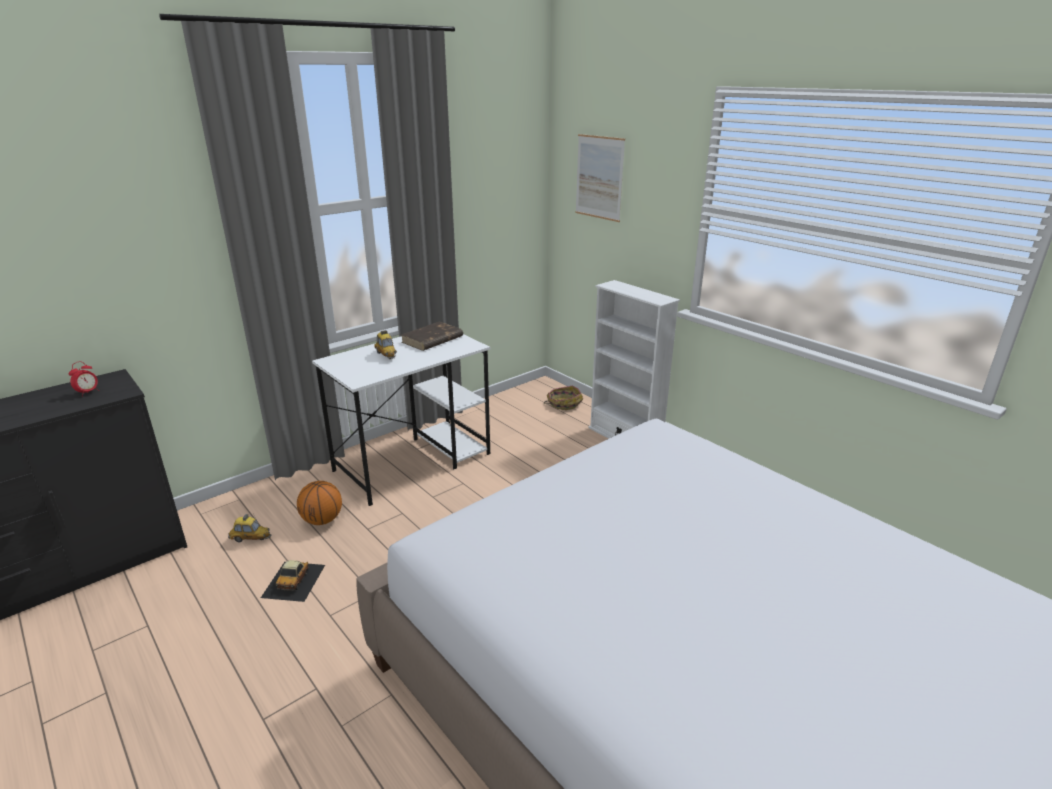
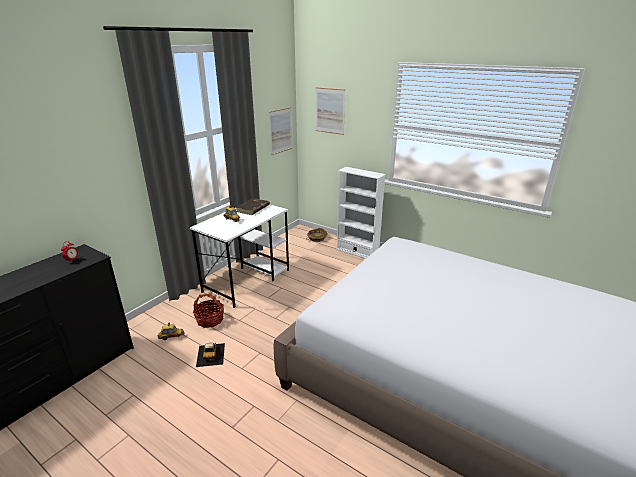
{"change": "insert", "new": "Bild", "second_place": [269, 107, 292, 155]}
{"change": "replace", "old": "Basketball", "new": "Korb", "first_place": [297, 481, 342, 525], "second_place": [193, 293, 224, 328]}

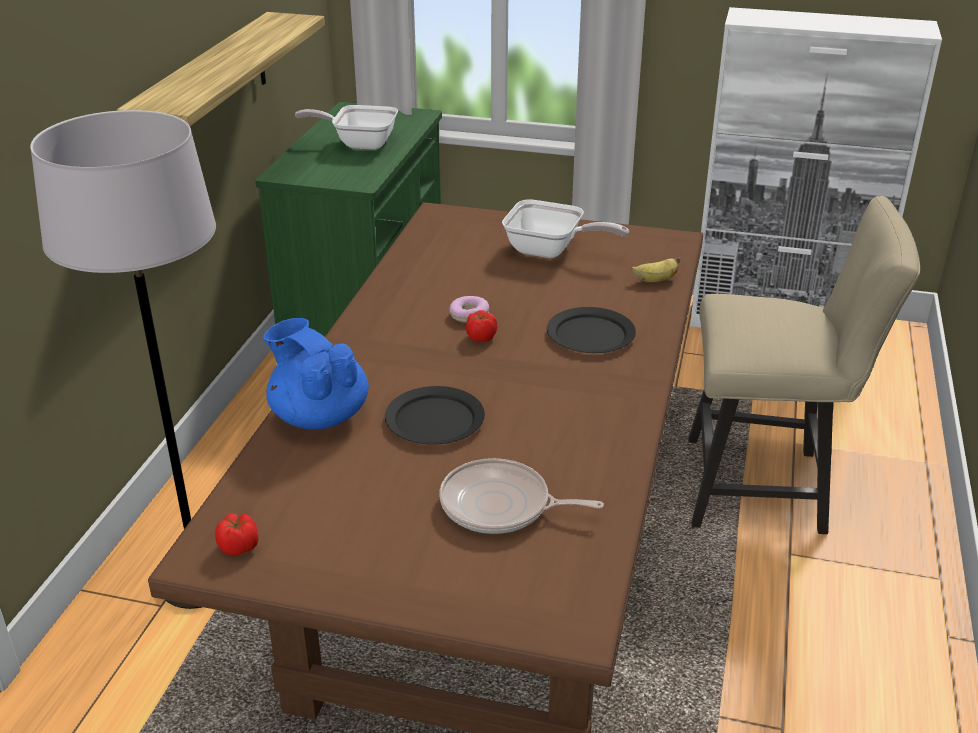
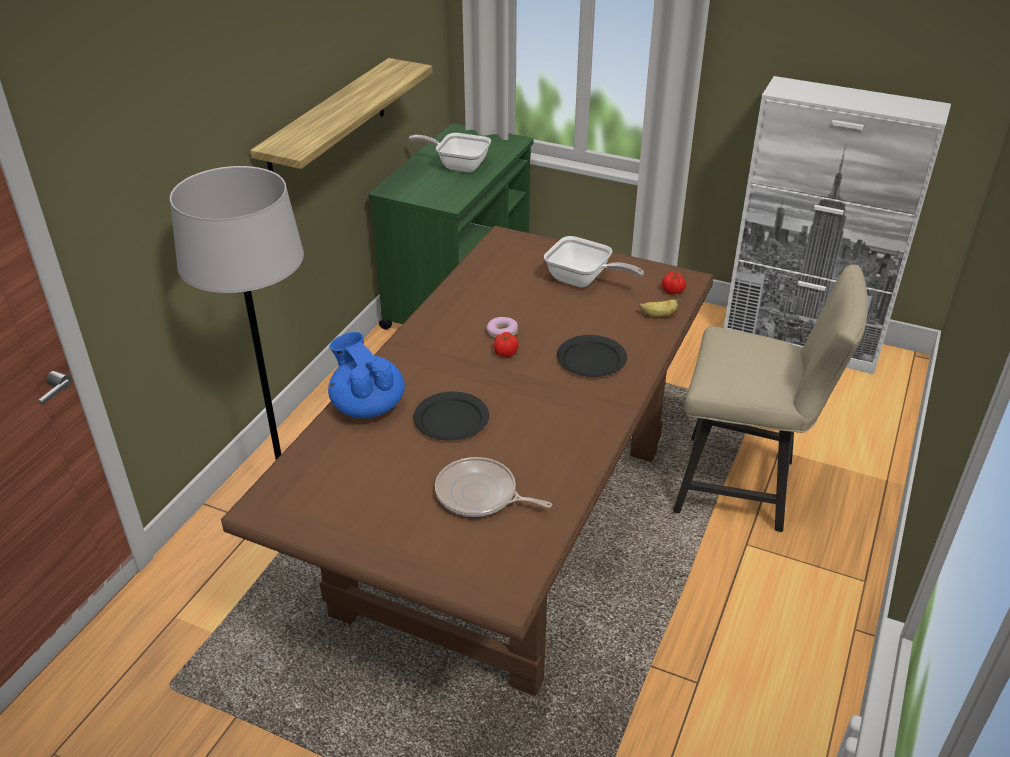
{"change": "move", "old": "Tomate", "first_place": [215, 513, 259, 556], "second_place": [662, 272, 686, 294]}

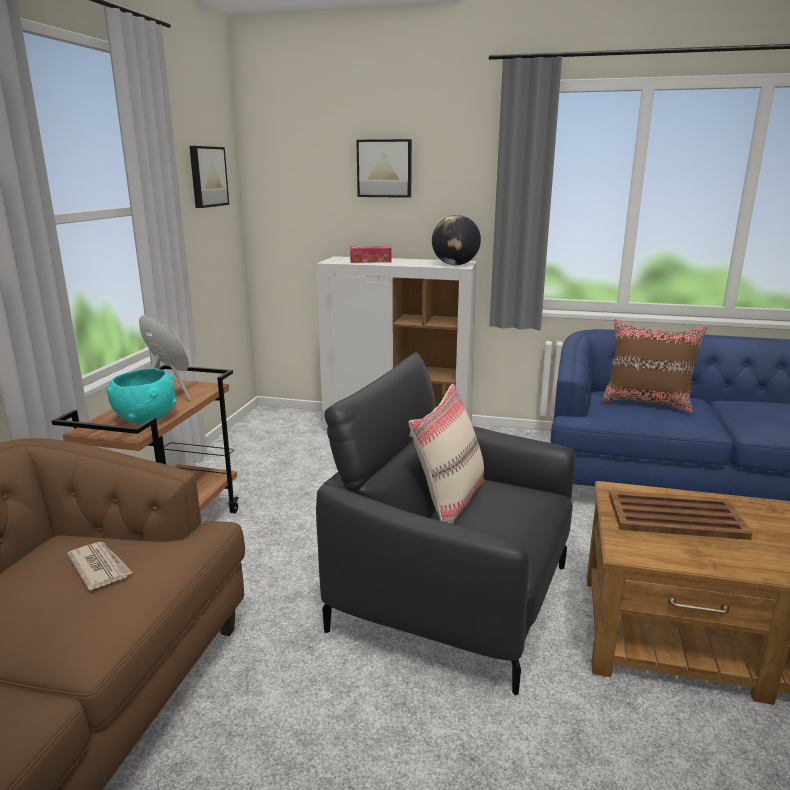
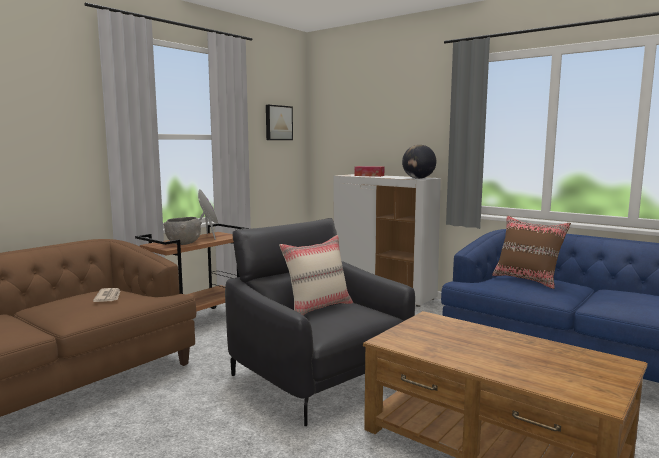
{"change": "delete", "old": "Bild", "first_place": [356, 139, 412, 198]}
{"change": "delete", "old": "Tablett [braun]", "first_place": [609, 491, 752, 540]}
{"change": "recolor", "old": "Schüssel [türkis]", "new": "Schüssel [grau]", "first_place": [106, 368, 176, 424], "second_place": [163, 217, 202, 245]}

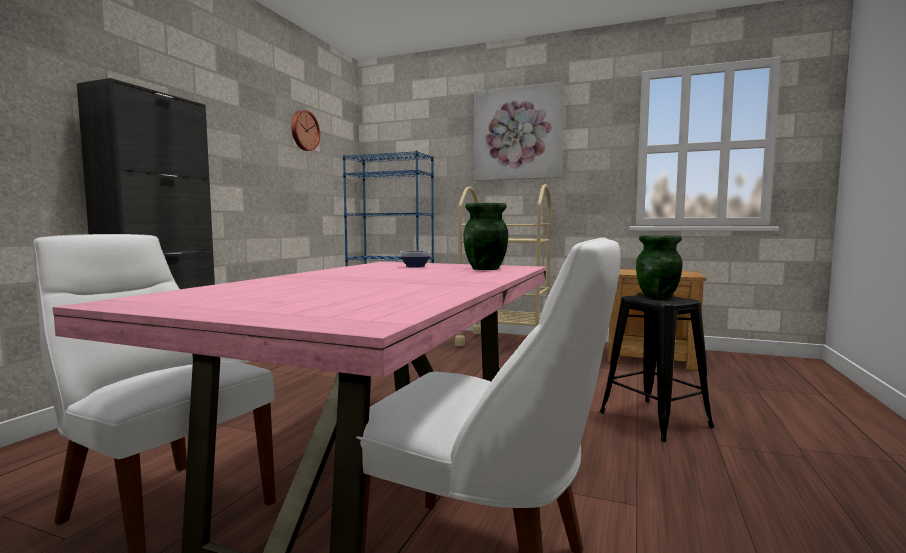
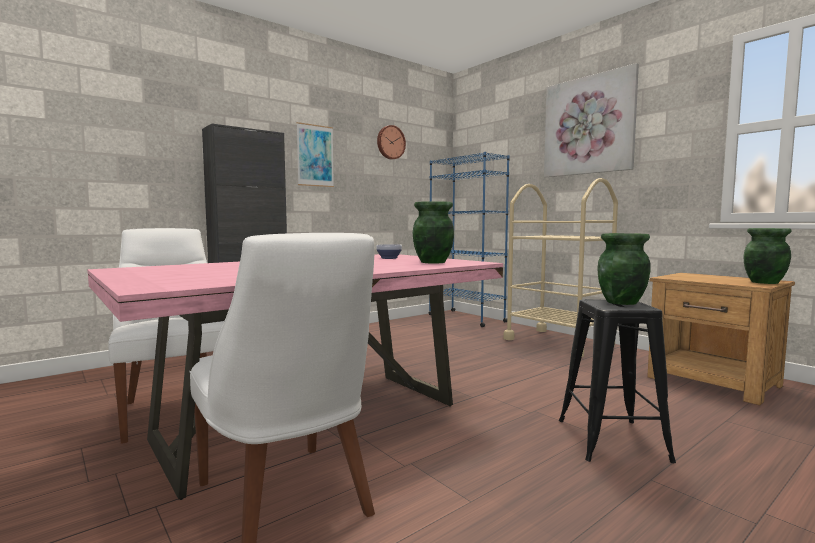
{"change": "insert", "new": "Bild", "second_place": [296, 122, 334, 187]}
{"change": "insert", "new": "Vase [grün]", "second_place": [743, 228, 792, 284]}

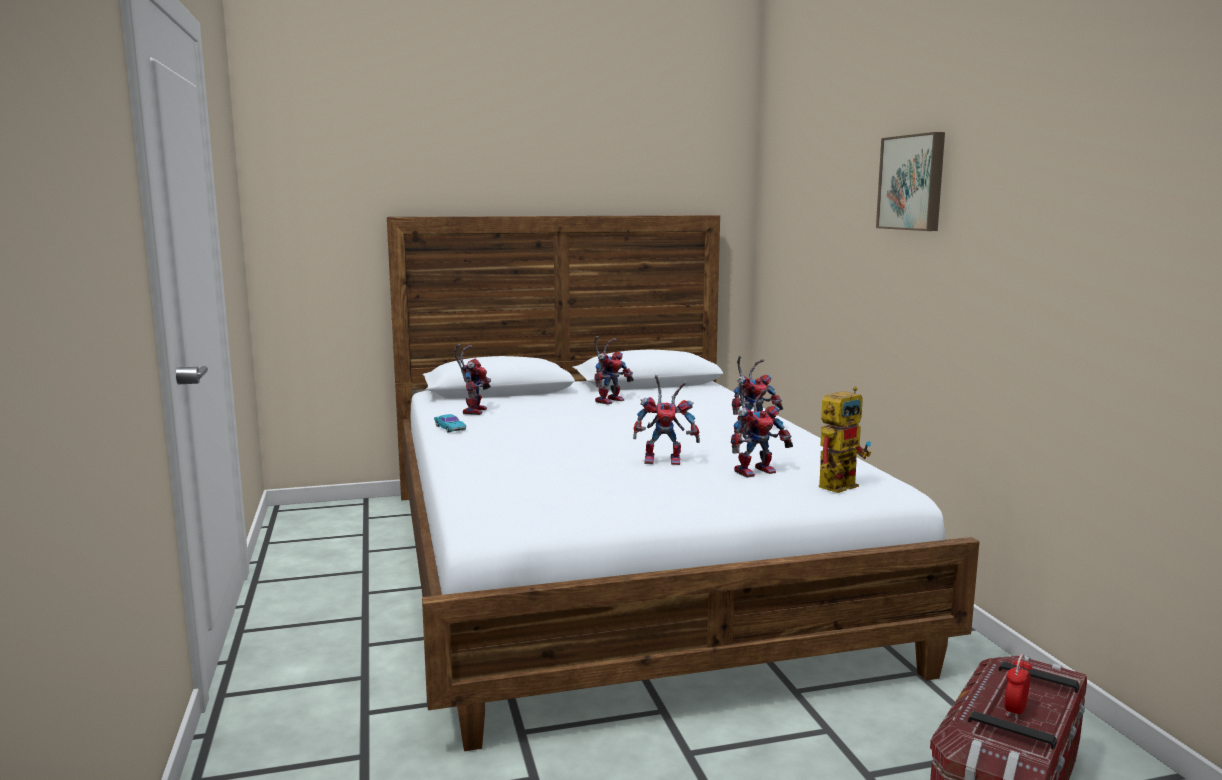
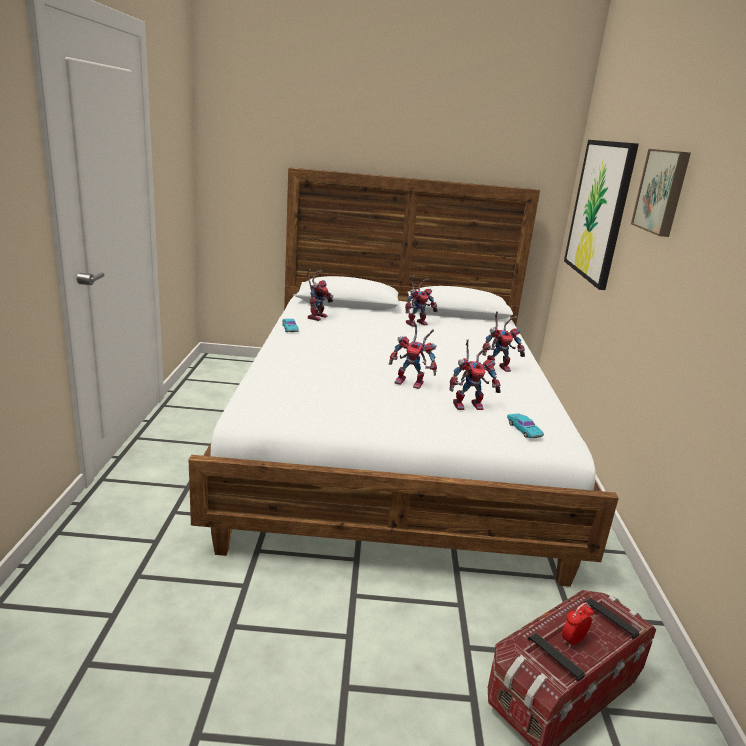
{"change": "insert", "new": "Bild", "second_place": [564, 140, 639, 290]}
{"change": "replace", "old": "Spielzeugroboter", "new": "Spielzeugauto [türkis]", "first_place": [819, 387, 871, 493], "second_place": [507, 413, 544, 438]}

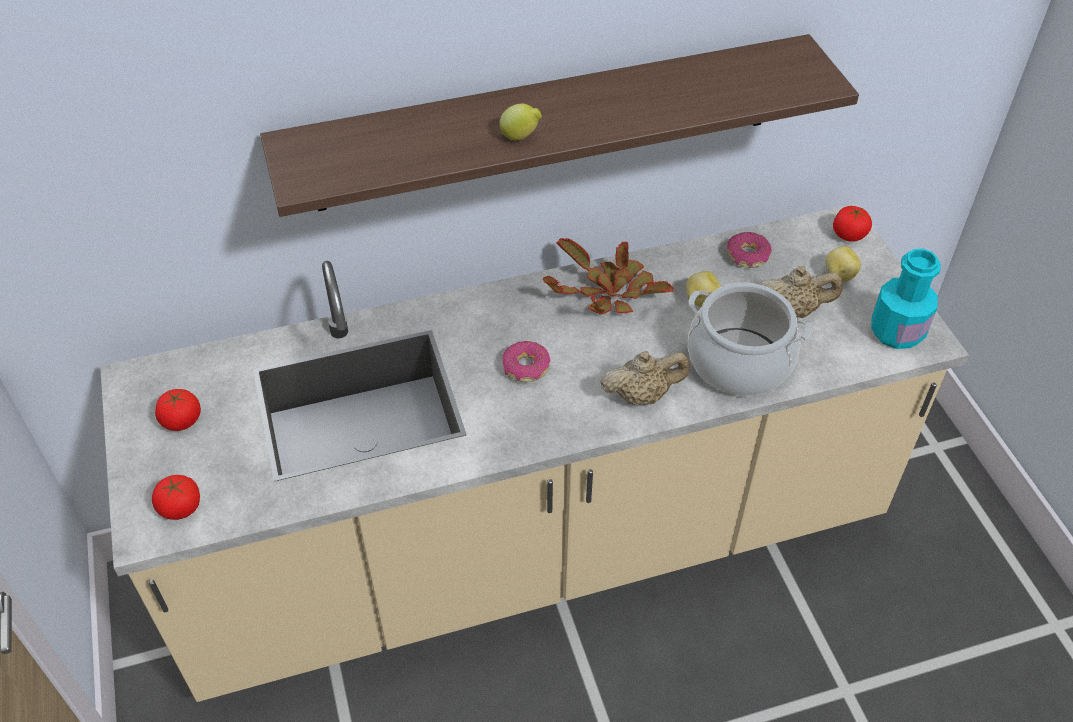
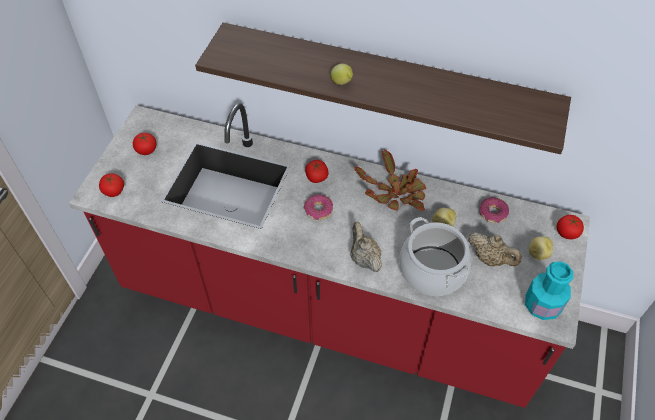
{"change": "insert", "new": "Tomate", "second_place": [305, 160, 328, 183]}
{"change": "recolor", "old": "Küchenzeile [beige]", "new": "Küchenzeile [rot]", "first_place": [100, 204, 969, 702], "second_place": [69, 103, 590, 408]}
{"change": "rotate", "old": "Teekanne [beige]", "first_place": [601, 351, 690, 405], "second_place": [351, 222, 382, 272], "degrees": -135}

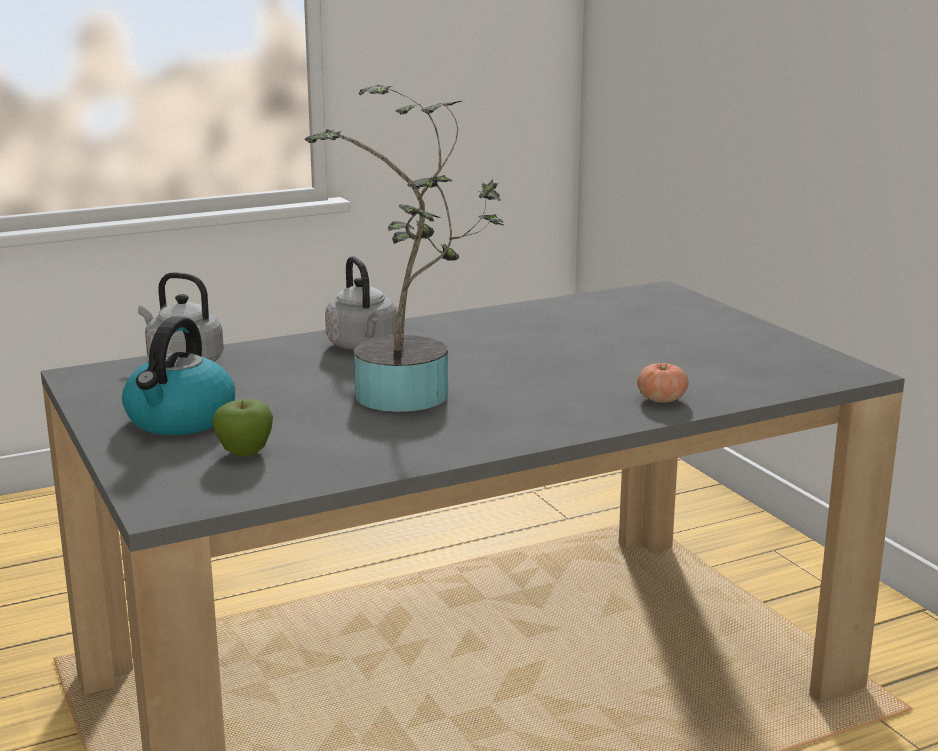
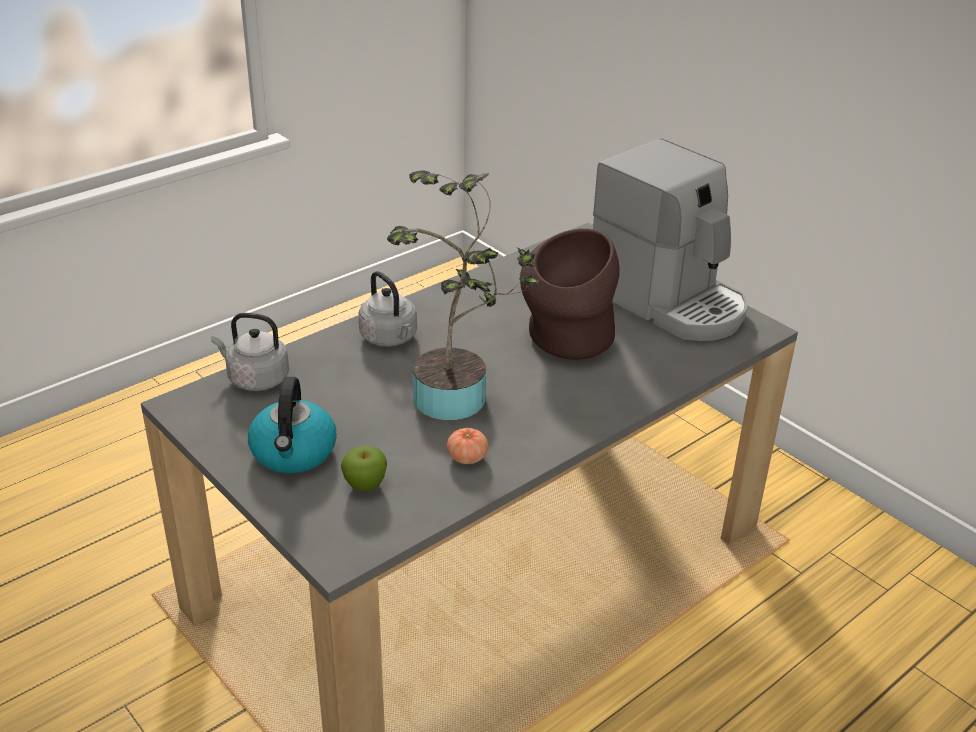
{"change": "insert", "new": "Vase [braun]", "second_place": [520, 228, 620, 360]}
{"change": "insert", "new": "Kaffeemaschine", "second_place": [593, 138, 747, 341]}
{"change": "move", "old": "Tomate", "first_place": [637, 363, 688, 403], "second_place": [447, 428, 488, 464]}

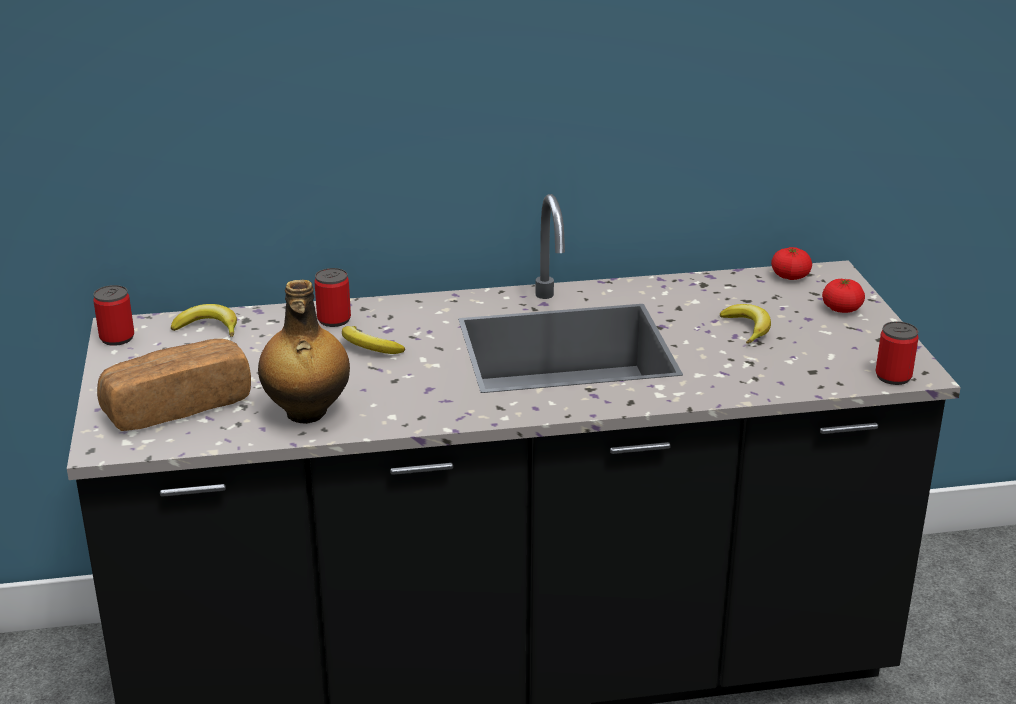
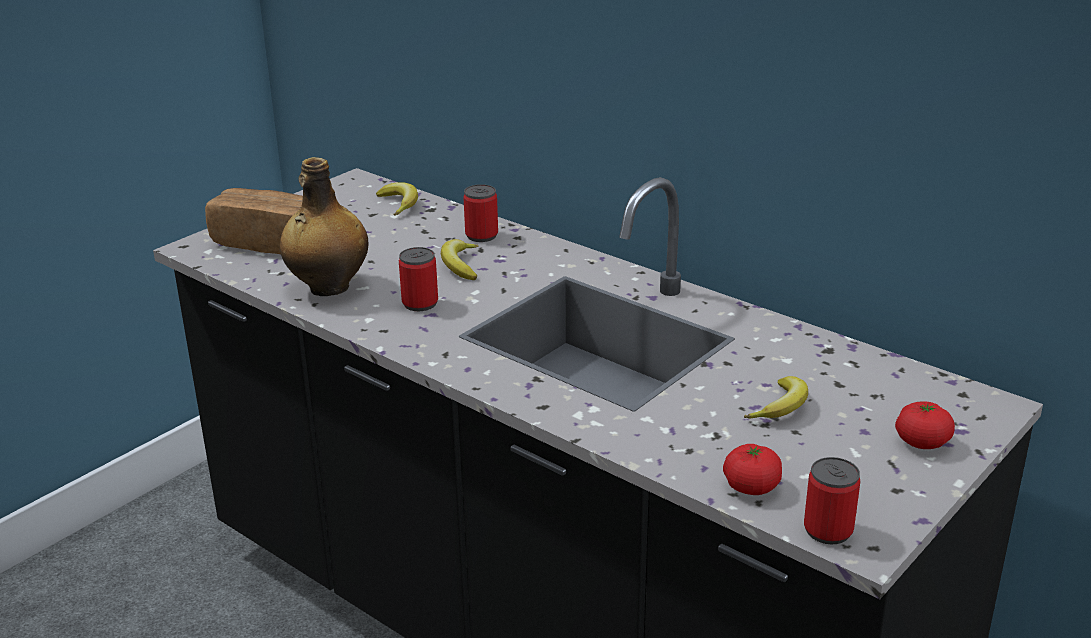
{"change": "move", "old": "Dose", "first_place": [93, 285, 134, 346], "second_place": [399, 247, 438, 311]}
{"change": "move", "old": "Tomate", "first_place": [771, 247, 812, 280], "second_place": [723, 444, 782, 495]}

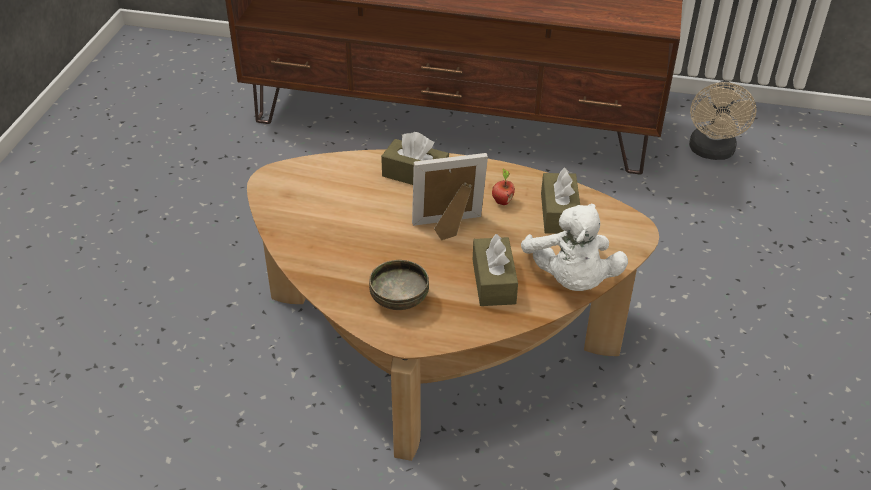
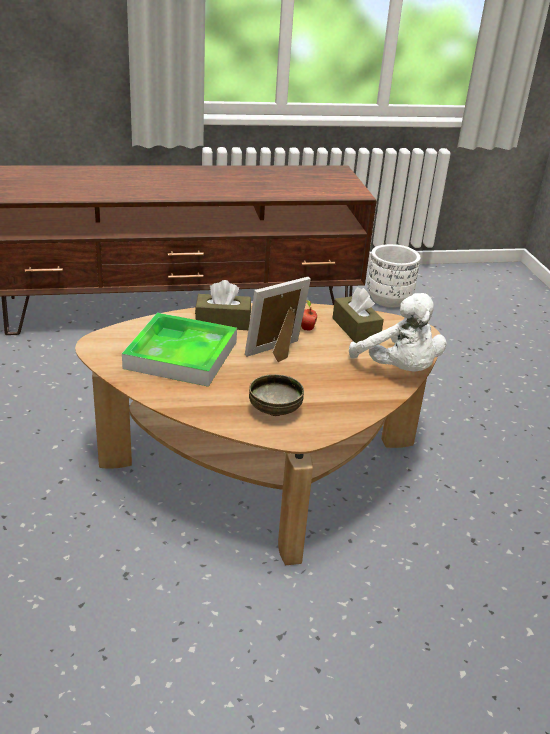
{"change": "delete", "old": "Taschentuchbox [braun]", "first_place": [473, 234, 518, 306]}
{"change": "insert", "new": "Tablett", "second_place": [122, 313, 237, 387]}
{"change": "replace", "old": "Ventilator [beige]", "new": "Pflanzkübel [weiß]", "first_place": [689, 81, 757, 160], "second_place": [367, 244, 421, 308]}

